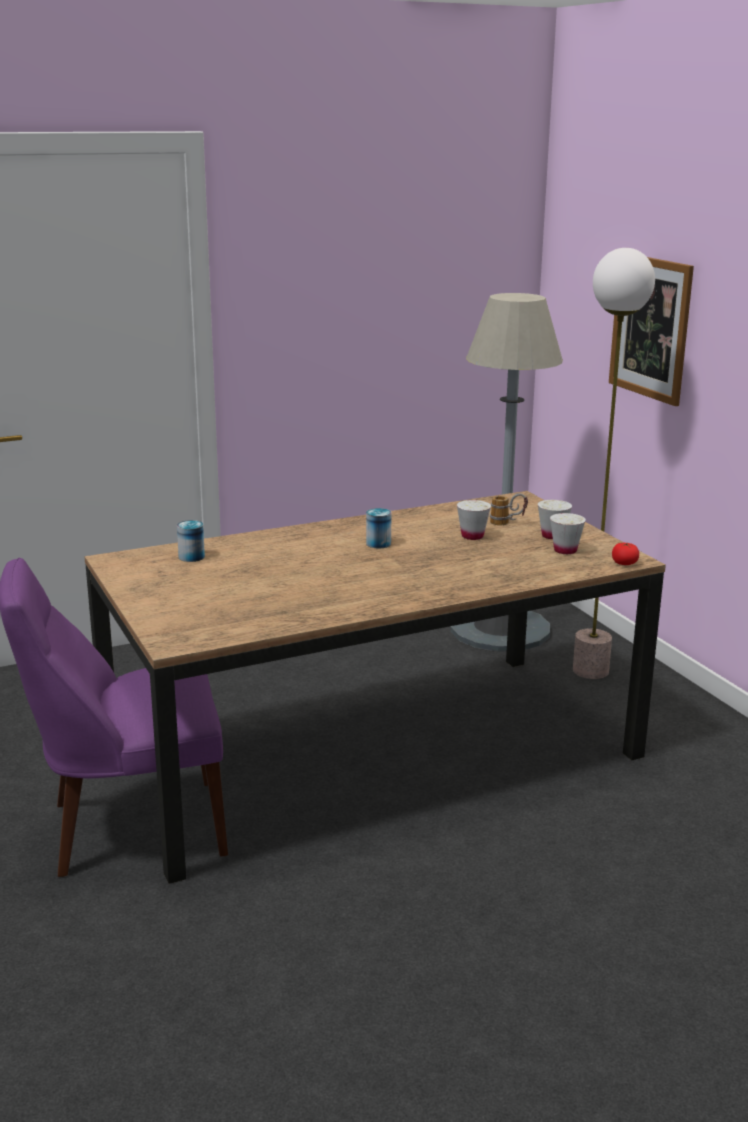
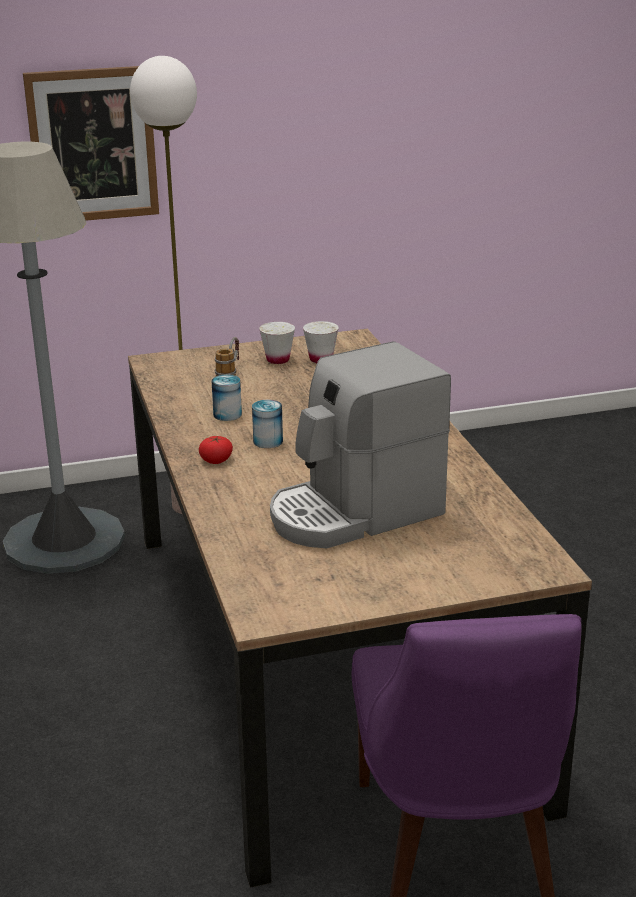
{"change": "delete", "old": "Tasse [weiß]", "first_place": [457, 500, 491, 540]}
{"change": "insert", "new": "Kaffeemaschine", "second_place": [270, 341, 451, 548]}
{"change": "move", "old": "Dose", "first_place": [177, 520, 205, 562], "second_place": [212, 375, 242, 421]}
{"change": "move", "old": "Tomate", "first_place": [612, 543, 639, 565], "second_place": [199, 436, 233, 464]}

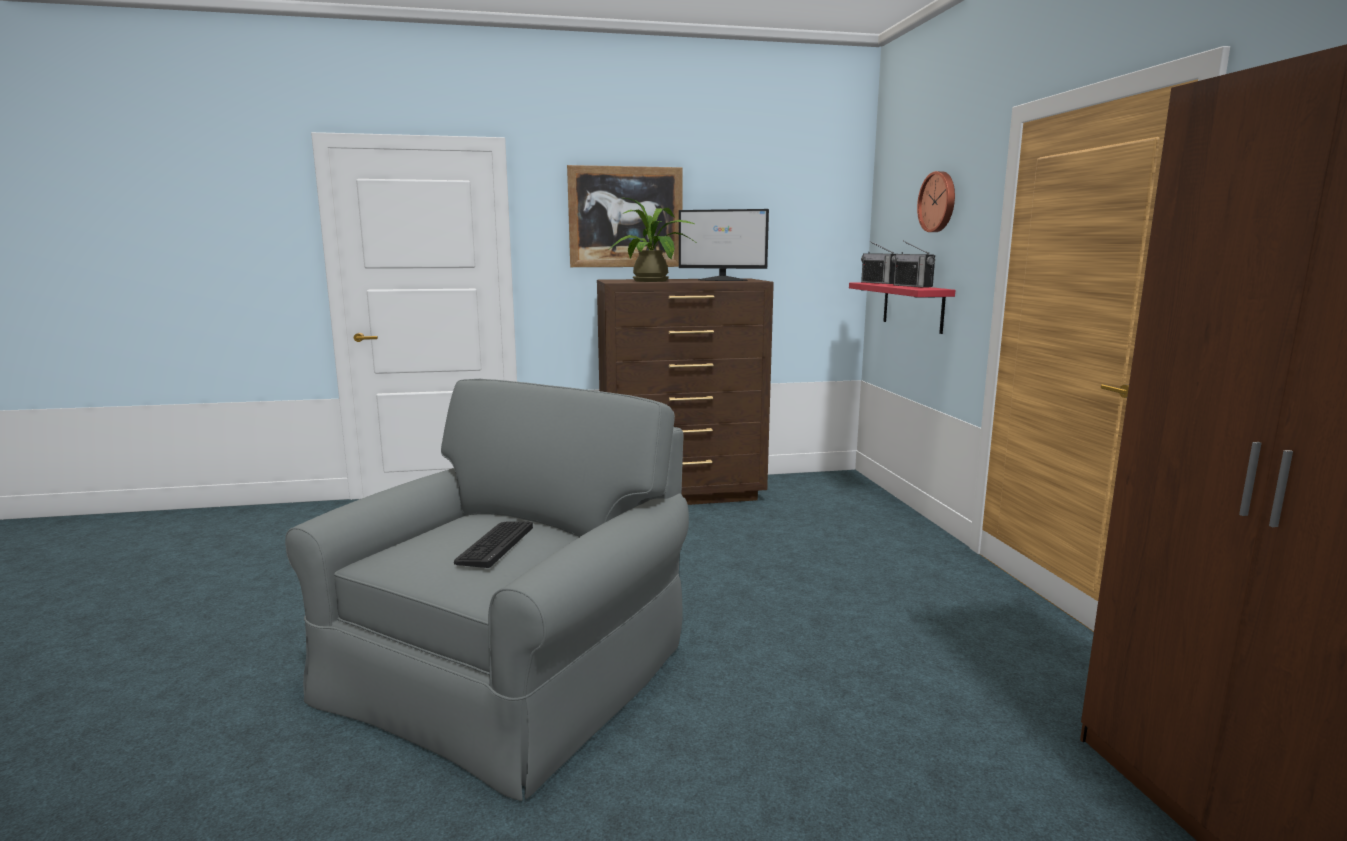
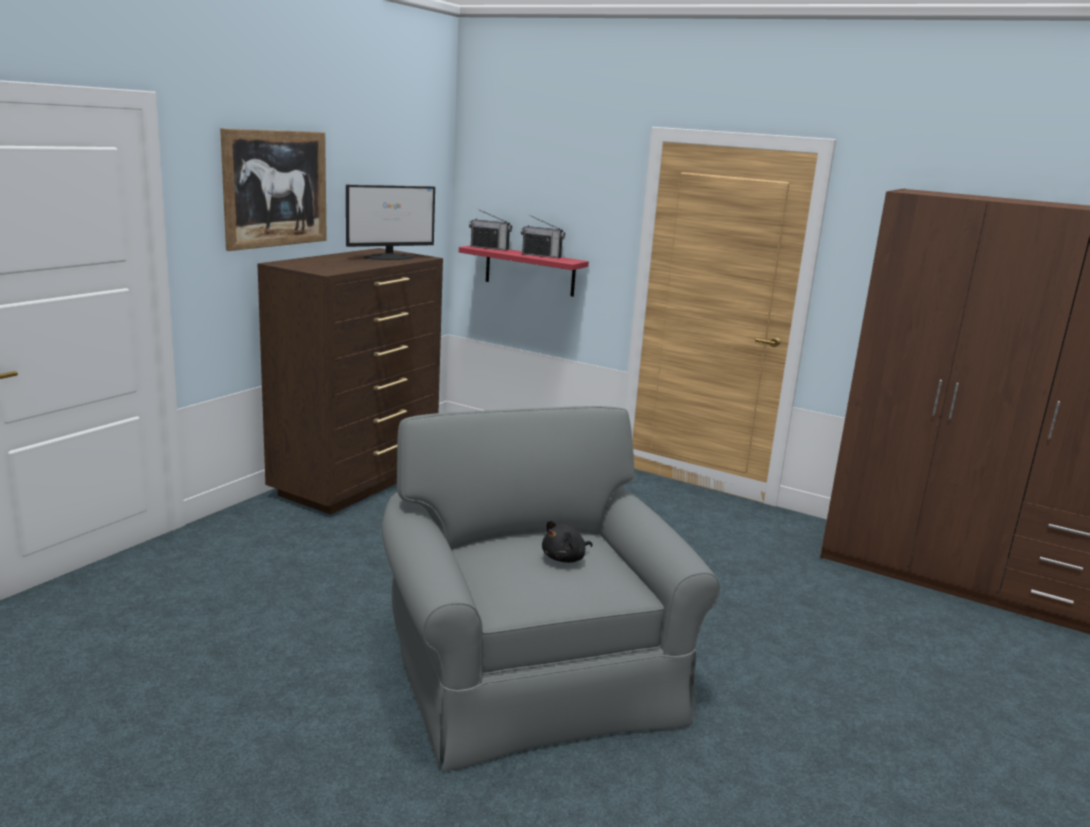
{"change": "delete", "old": "Topfpflanze", "first_place": [608, 198, 697, 282]}
{"change": "delete", "old": "Wanduhr", "first_place": [917, 171, 955, 232]}
{"change": "replace", "old": "Tastatur", "new": "Plüschtier [schwarz]", "first_place": [454, 522, 533, 568], "second_place": [542, 520, 593, 563]}

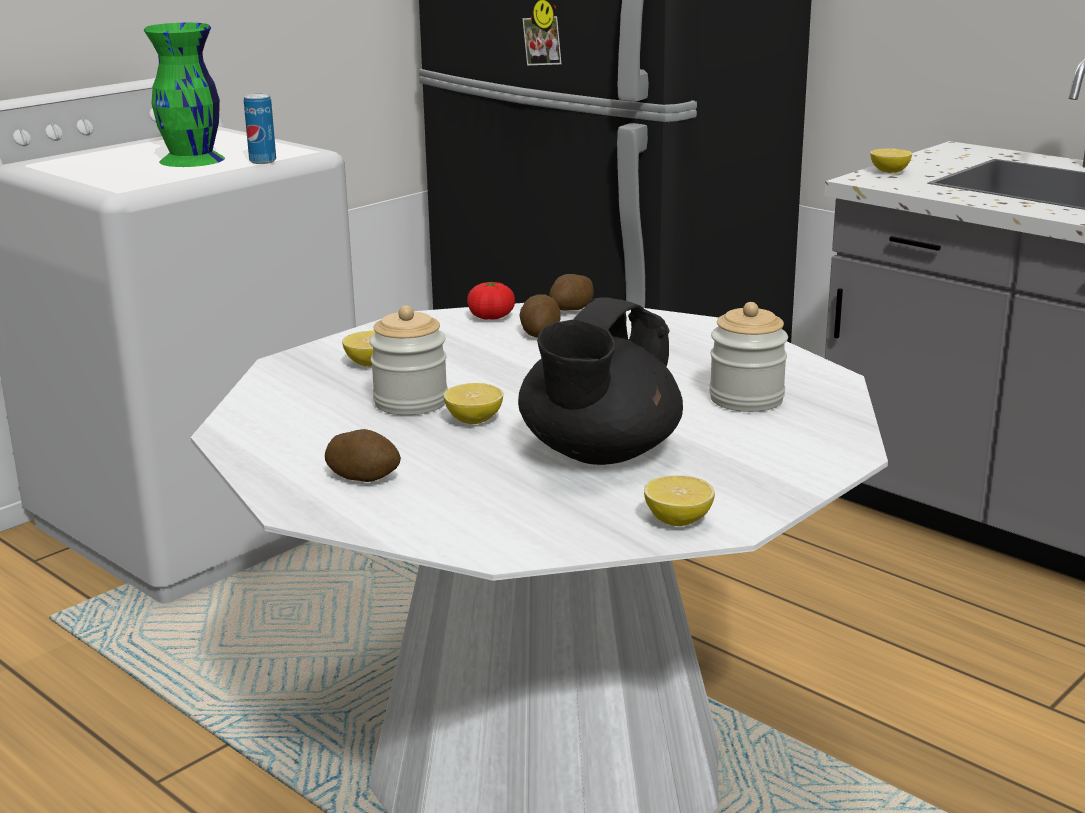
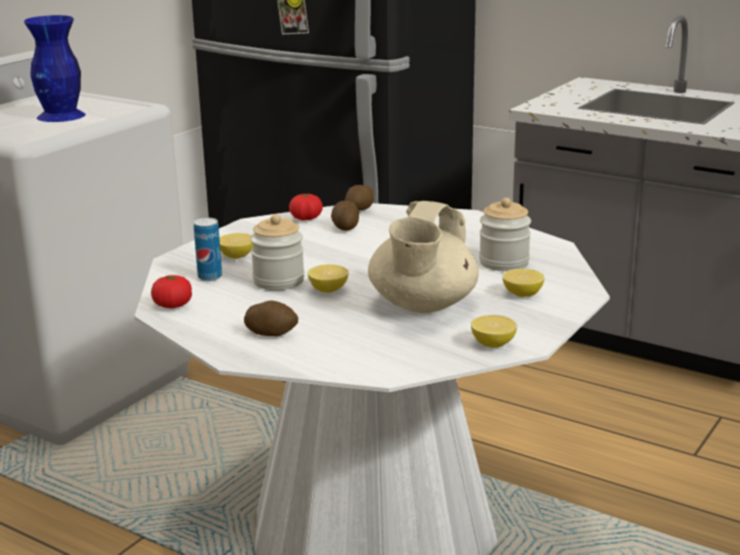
{"change": "insert", "new": "Tomate", "second_place": [151, 275, 192, 308]}
{"change": "move", "old": "Dose", "first_place": [244, 93, 276, 164], "second_place": [194, 218, 222, 281]}
{"change": "move", "old": "Zitrone", "first_place": [870, 148, 912, 173], "second_place": [502, 268, 545, 297]}
{"change": "recolor", "old": "Vase [grün]", "new": "Vase [blau]", "first_place": [144, 23, 225, 167], "second_place": [24, 15, 86, 122]}
{"change": "recolor", "old": "Teekanne [schwarz]", "new": "Teekanne [beige]", "first_place": [518, 297, 683, 465], "second_place": [368, 201, 479, 313]}

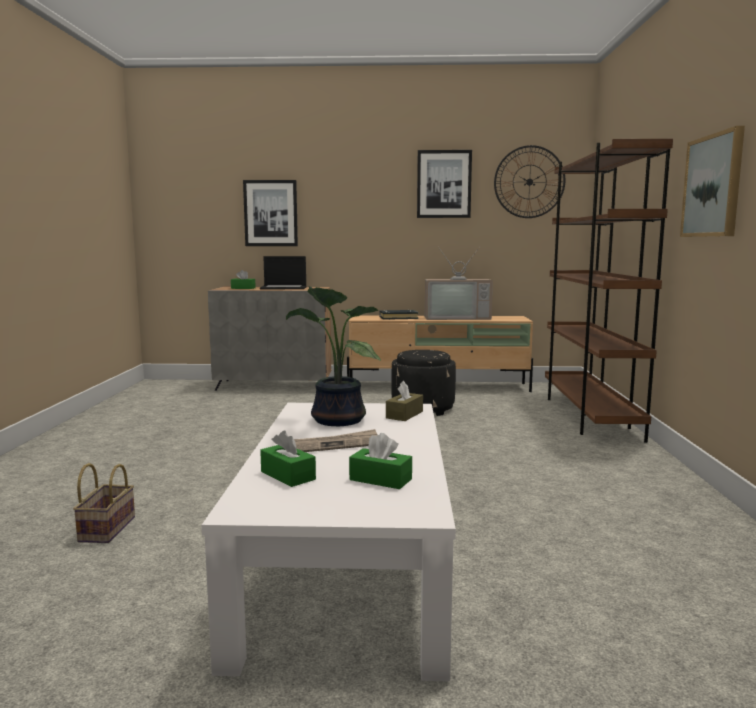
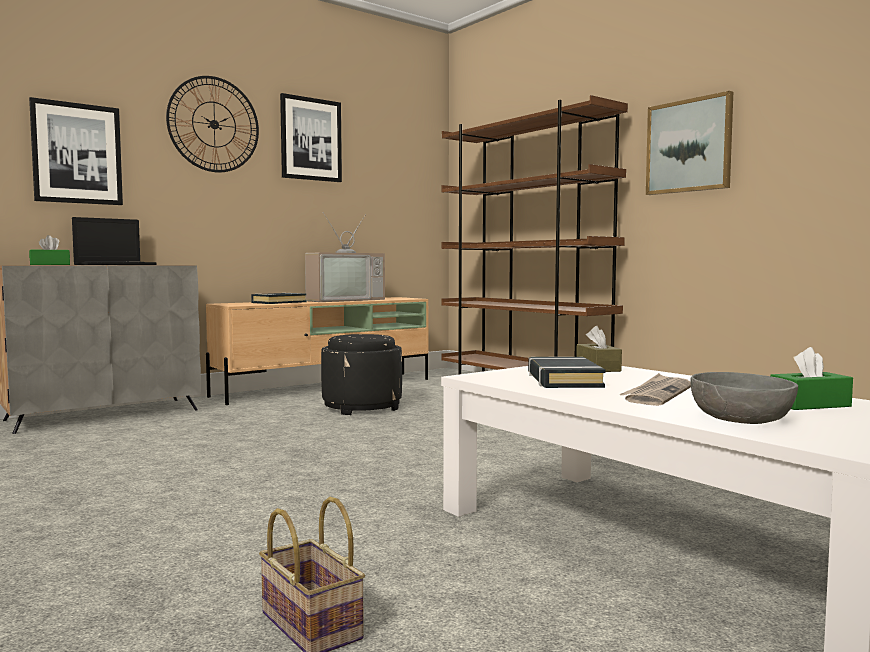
{"change": "move", "old": "Wanduhr", "first_place": [494, 145, 565, 218], "second_place": [166, 76, 259, 172]}
{"change": "replace", "old": "Taschentuchbox [grün]", "new": "Schüssel [grau]", "first_place": [260, 431, 316, 487], "second_place": [690, 372, 798, 424]}
{"change": "replace", "old": "Topfpflanze", "new": "Buch [schwarz]", "first_place": [286, 286, 381, 426], "second_place": [528, 357, 605, 388]}

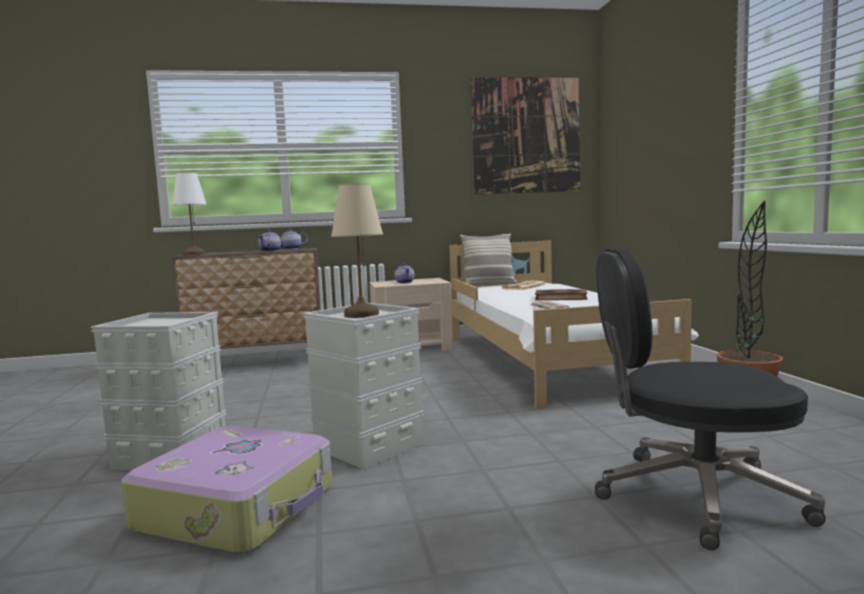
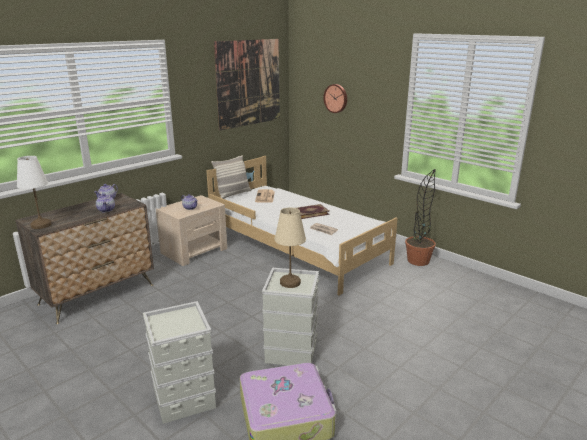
{"change": "delete", "old": "Bürostuhl [schwarz]", "first_place": [595, 248, 826, 550]}
{"change": "insert", "new": "Wanduhr", "second_place": [323, 84, 347, 113]}

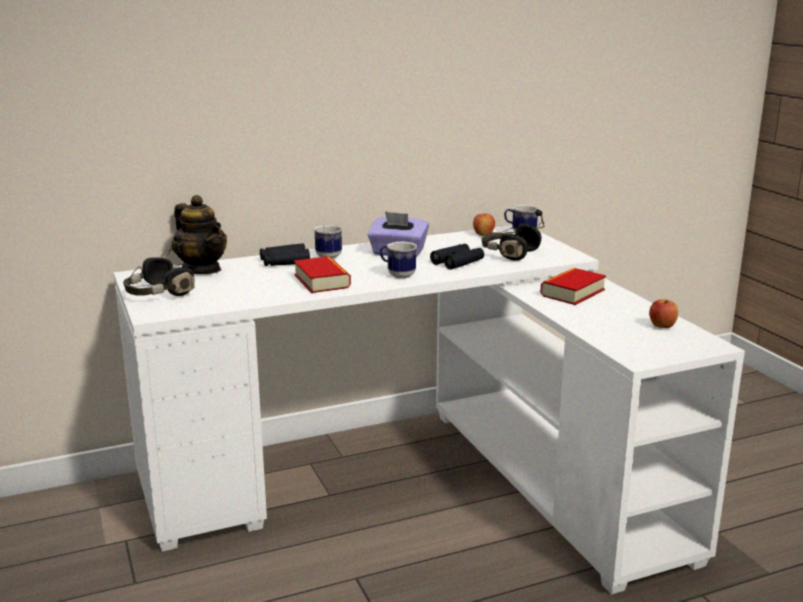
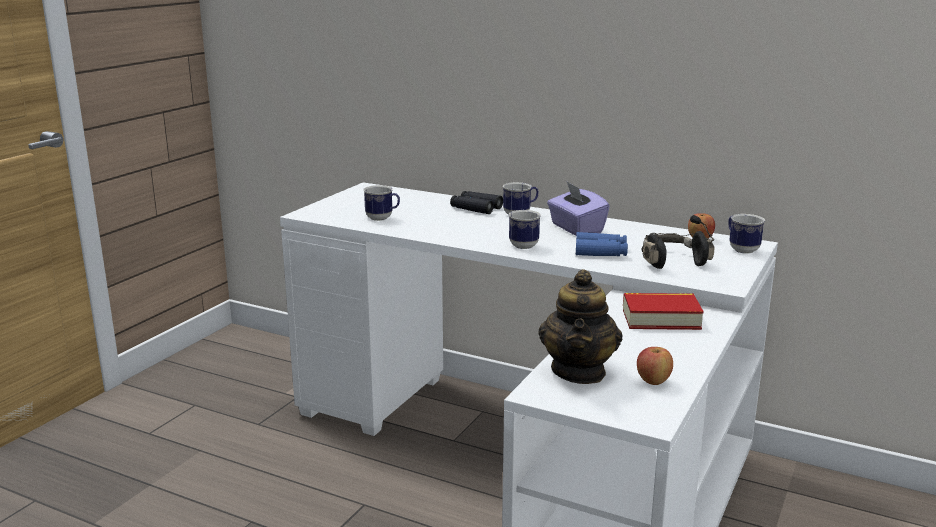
{"change": "delete", "old": "Kopfhörer [schwarz]", "first_place": [123, 235, 195, 296]}
{"change": "delete", "old": "Buch", "first_place": [294, 256, 351, 293]}
{"change": "insert", "new": "Henkelbecher", "second_place": [363, 185, 400, 221]}
{"change": "move", "old": "Teekanne", "first_place": [172, 195, 227, 274], "second_place": [538, 269, 623, 384]}
{"change": "recolor", "old": "Fernglas [schwarz]", "new": "Fernglas [blau]", "first_place": [430, 244, 484, 270], "second_place": [576, 232, 628, 256]}

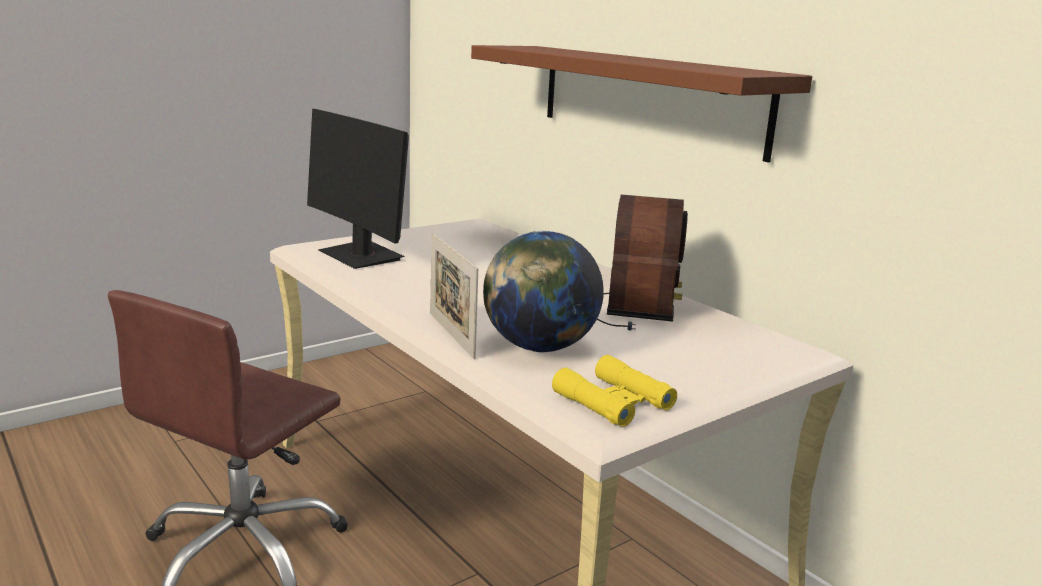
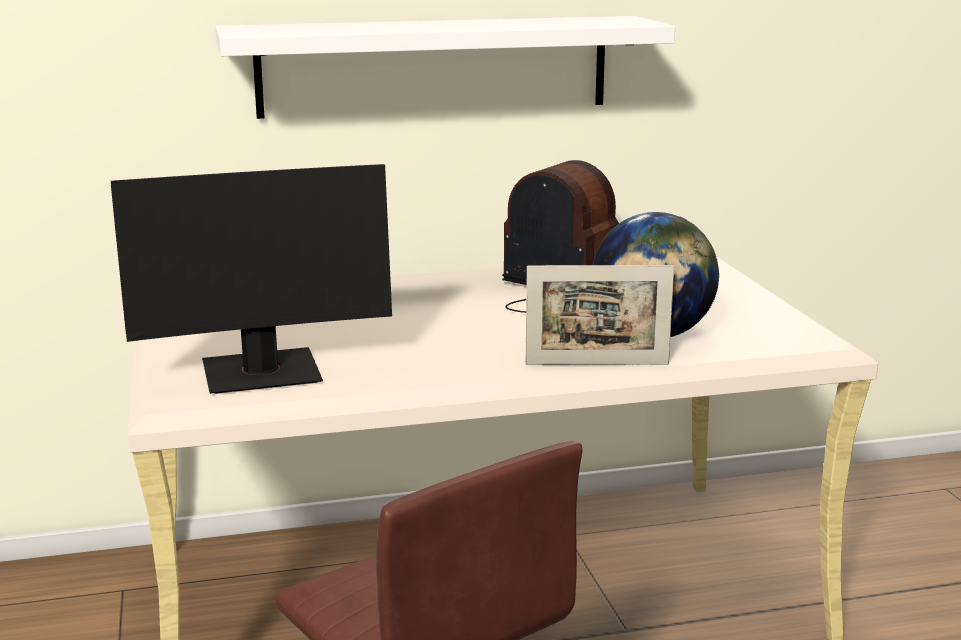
{"change": "delete", "old": "Fernglas [gelb]", "first_place": [552, 355, 677, 427]}
{"change": "recolor", "old": "Wandregal [braun]", "new": "Wandregal [weiß]", "first_place": [471, 45, 812, 163], "second_place": [215, 16, 675, 119]}

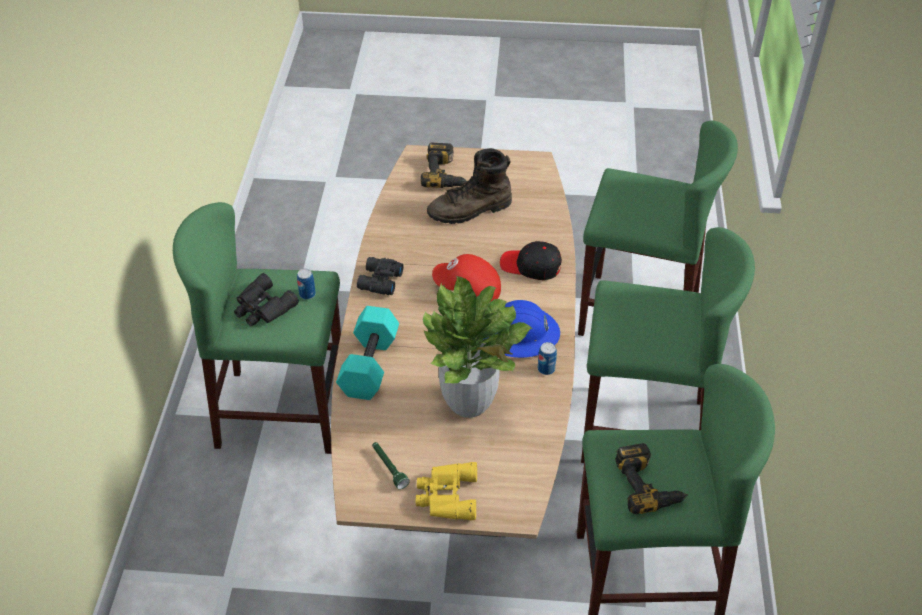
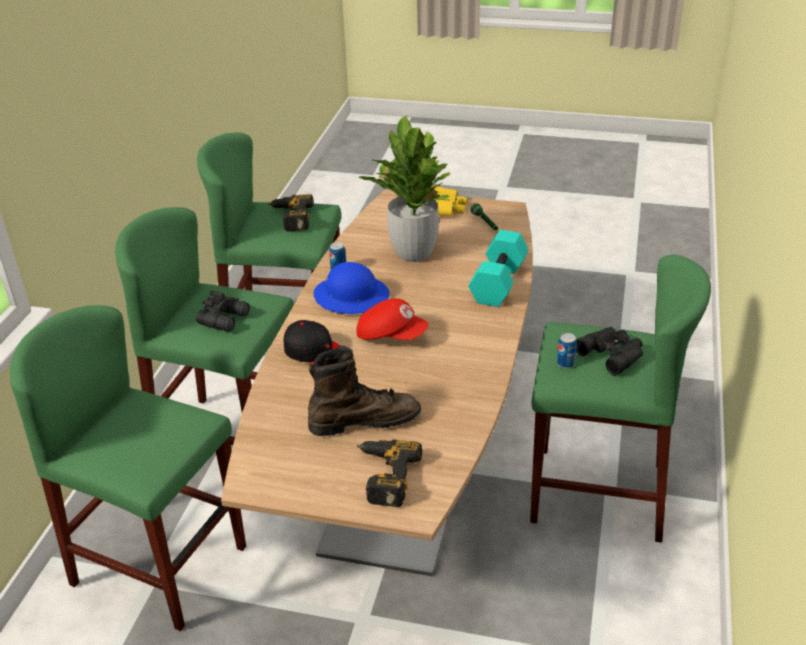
{"change": "move", "old": "Fernglas [schwarz]", "first_place": [357, 257, 404, 295], "second_place": [196, 290, 250, 332]}

